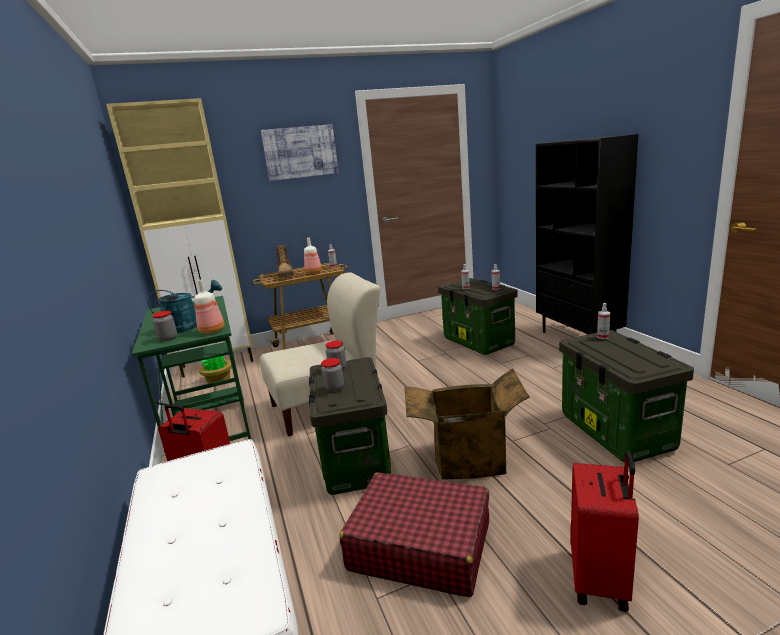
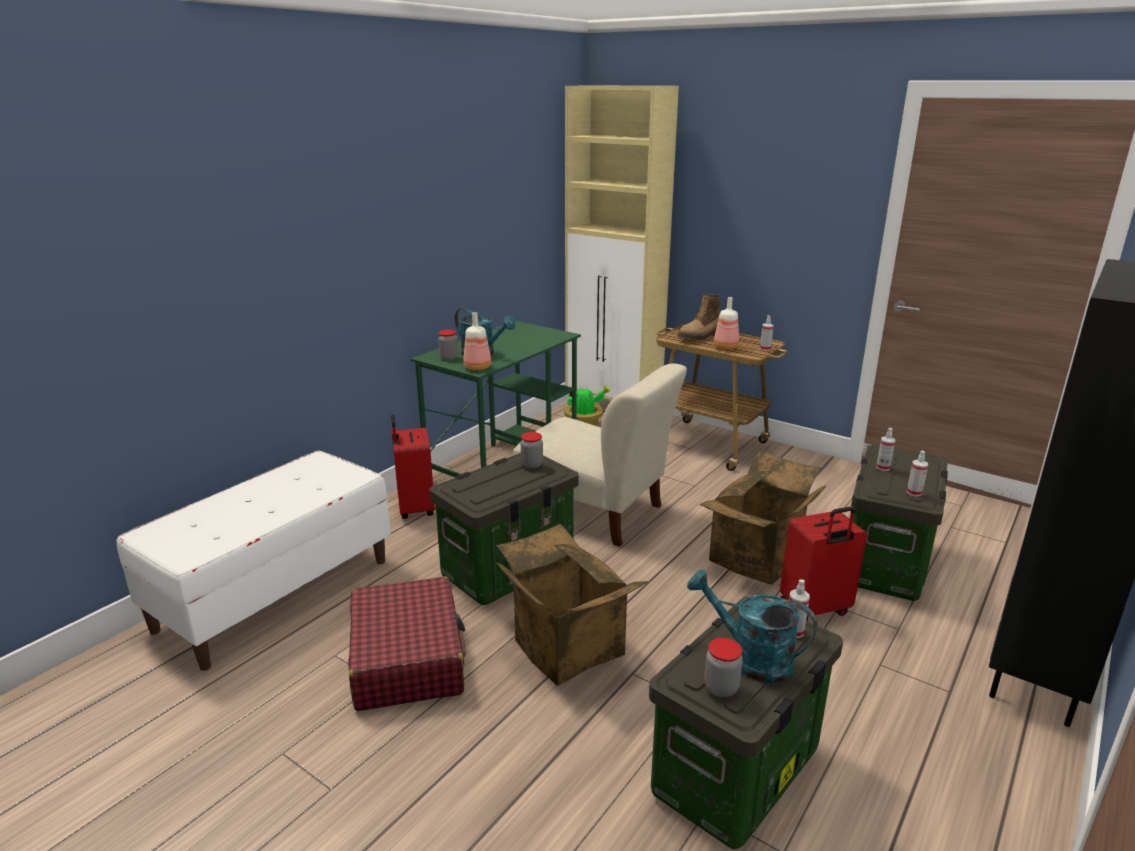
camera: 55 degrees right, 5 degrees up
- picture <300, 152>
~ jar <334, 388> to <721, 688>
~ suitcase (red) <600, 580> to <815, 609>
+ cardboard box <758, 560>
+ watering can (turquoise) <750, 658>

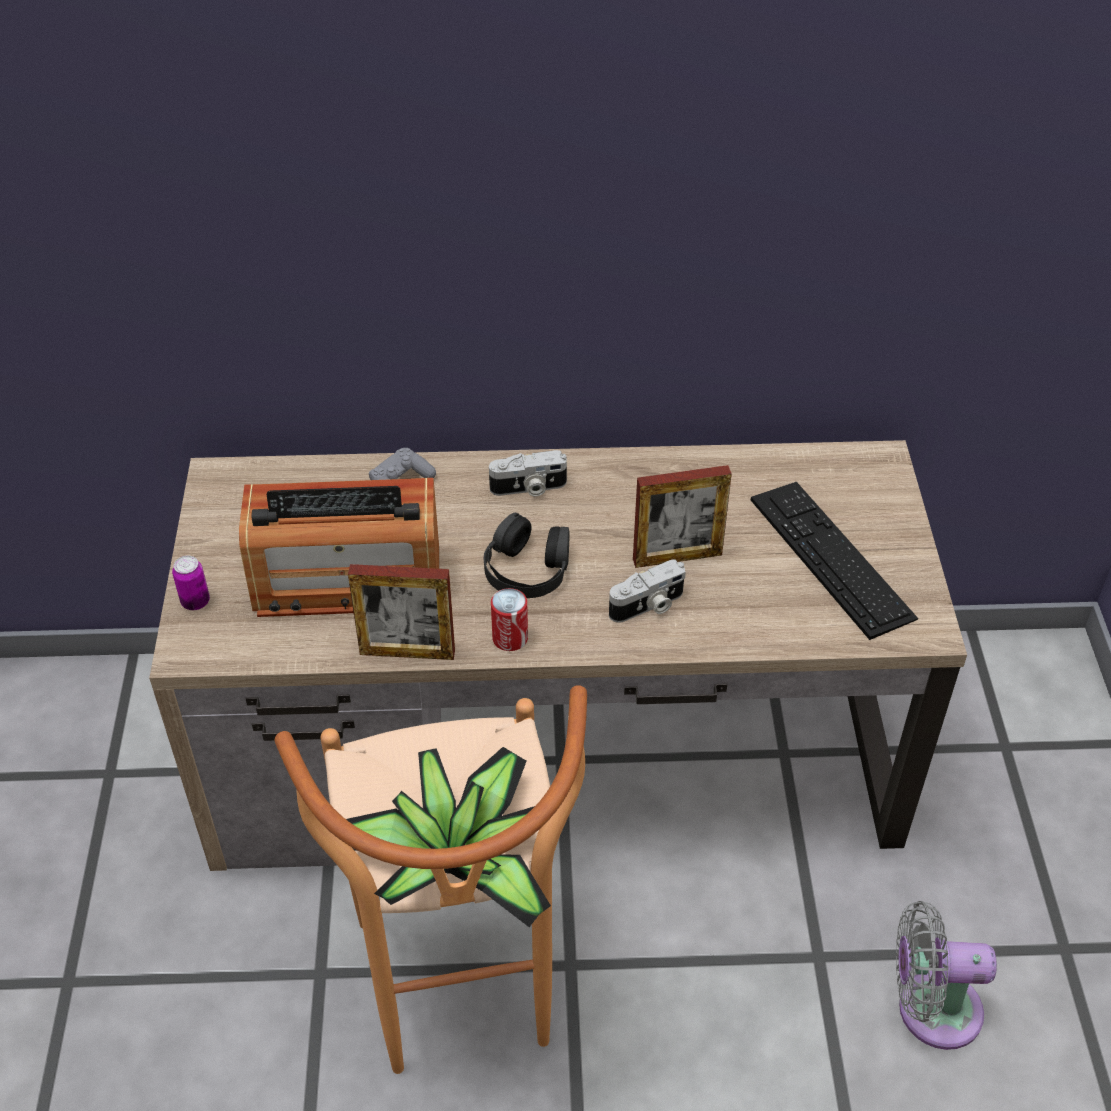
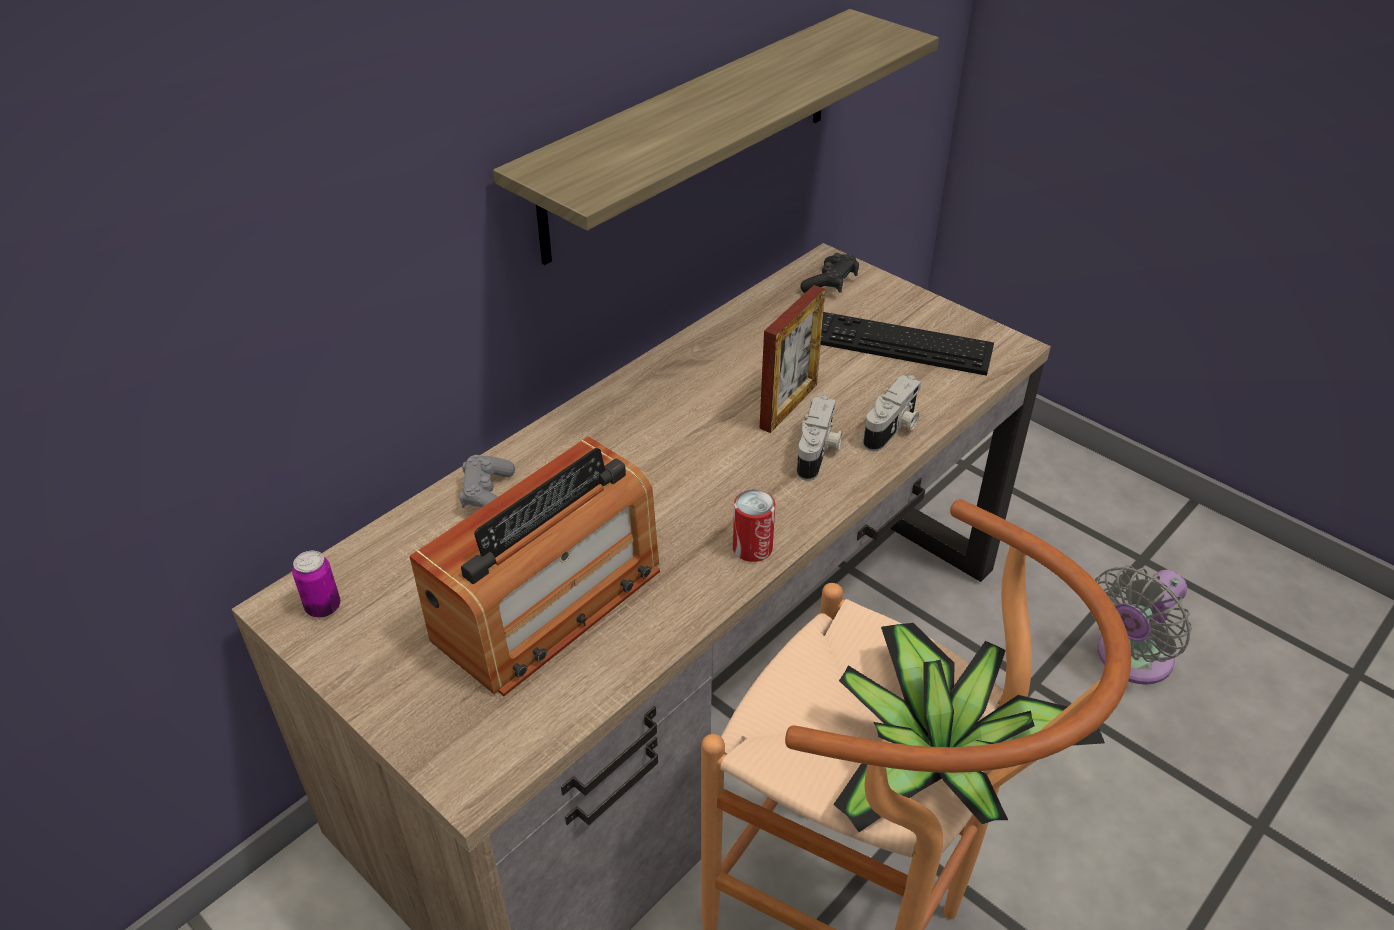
camera: 45 degrees left, 5 degrees down
~ photo camera <529, 488> to <893, 429>
- headphones (black) <527, 568>
~ can <195, 602> to <323, 607>
- picture frame <407, 652>
+ shelf <692, 133>
+ game controller (black) <830, 284>

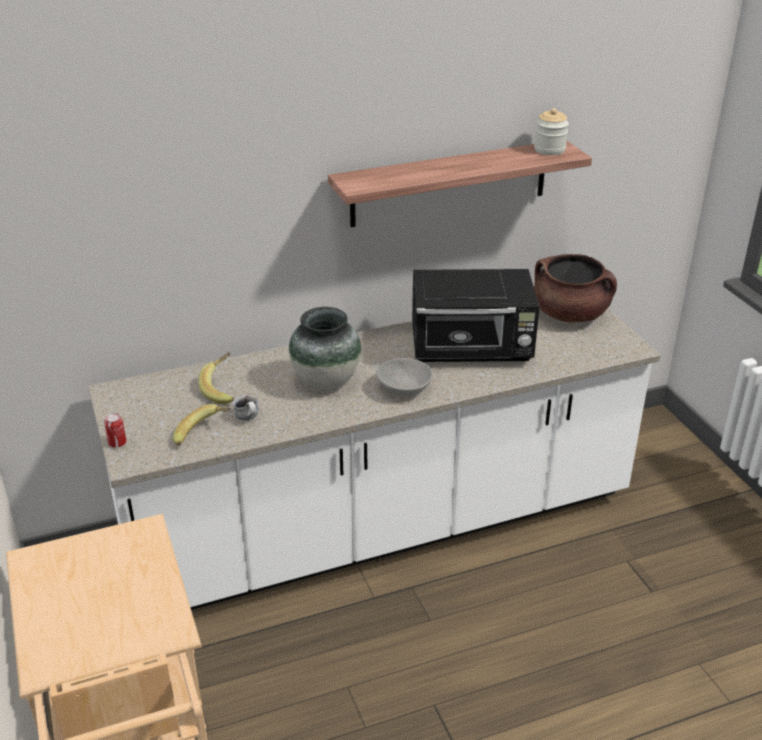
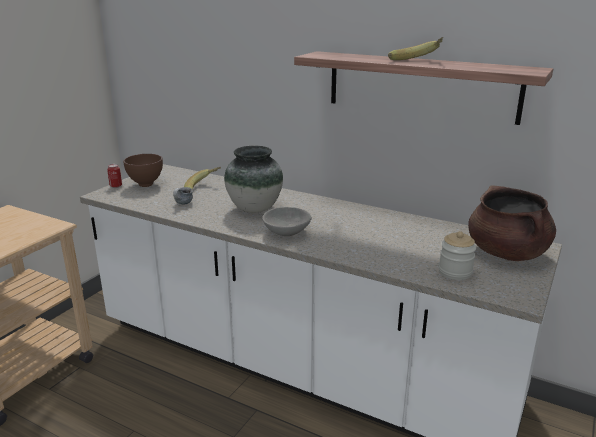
camera: 50 degrees right, 10 degrees down
~ jar <549, 150> to <455, 272>
- microwave (black) <472, 349>
~ banana <203, 435> to <416, 62>
+ bowl (brown) <147, 185>

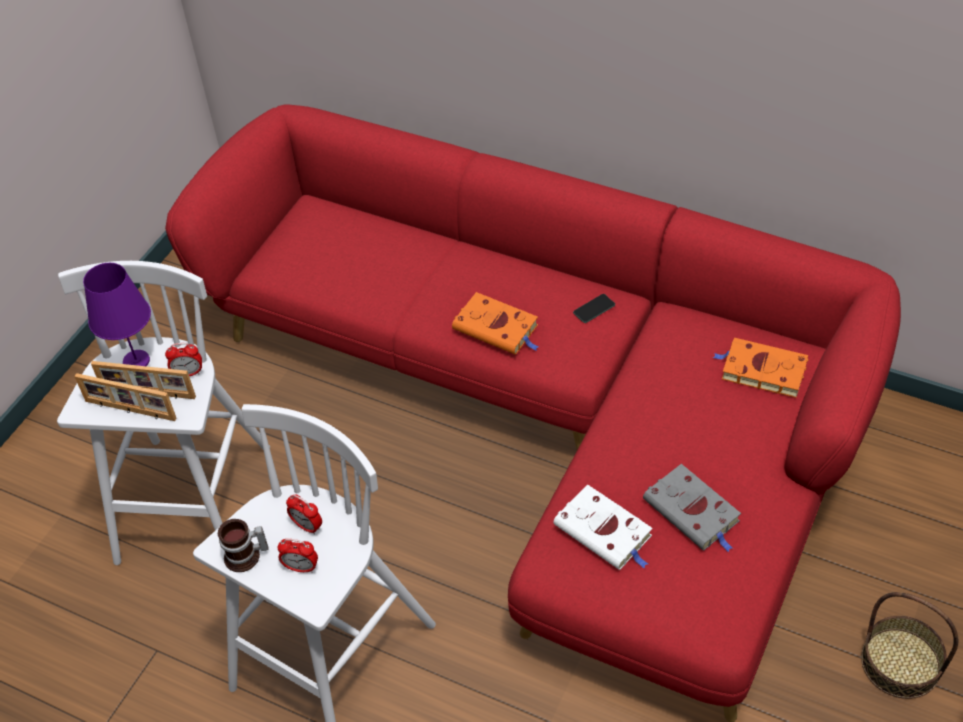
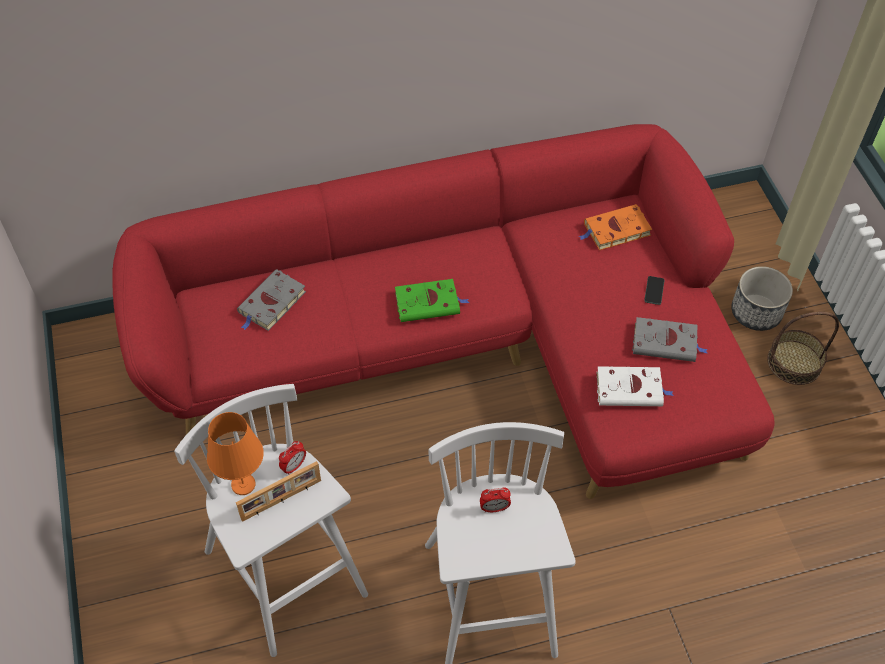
camera: 45 degrees left, 5 degrees up
~ table lamp (purple) <136, 360> to table lamp (orange) <243, 484>
~ book (orange) <498, 328> to book (green) <429, 303>
~ phone <594, 309> to <654, 290>
- picture frame <130, 411>
- mug <246, 557>
- alarm clock <301, 567>
+ planter <756, 312>
+ book (grey) <271, 304>

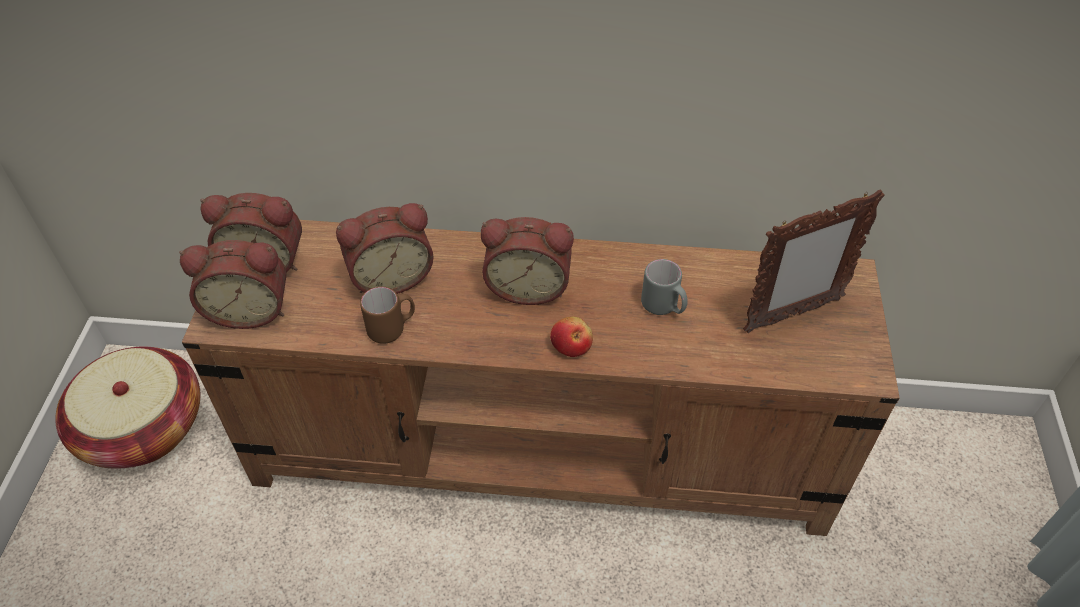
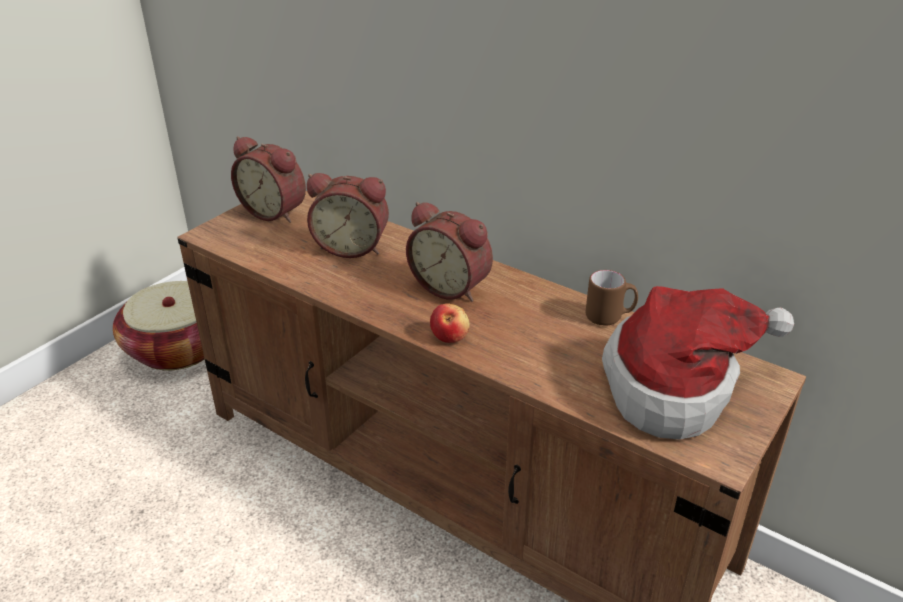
camera: 30 degrees right, 15 degrees down
~ picture frame <792, 315> to hat <677, 386>
- alarm clock <250, 309>
- mug (grey) <664, 307>
~ mug (brown) <392, 328> to <609, 317>

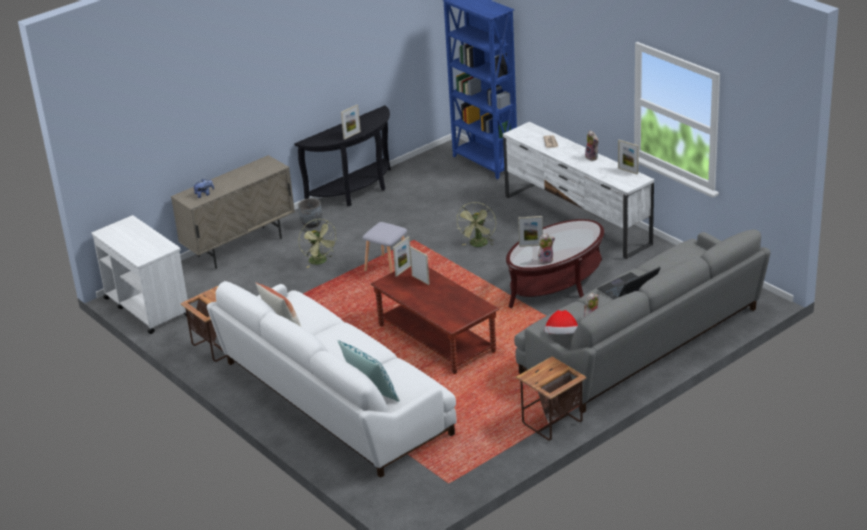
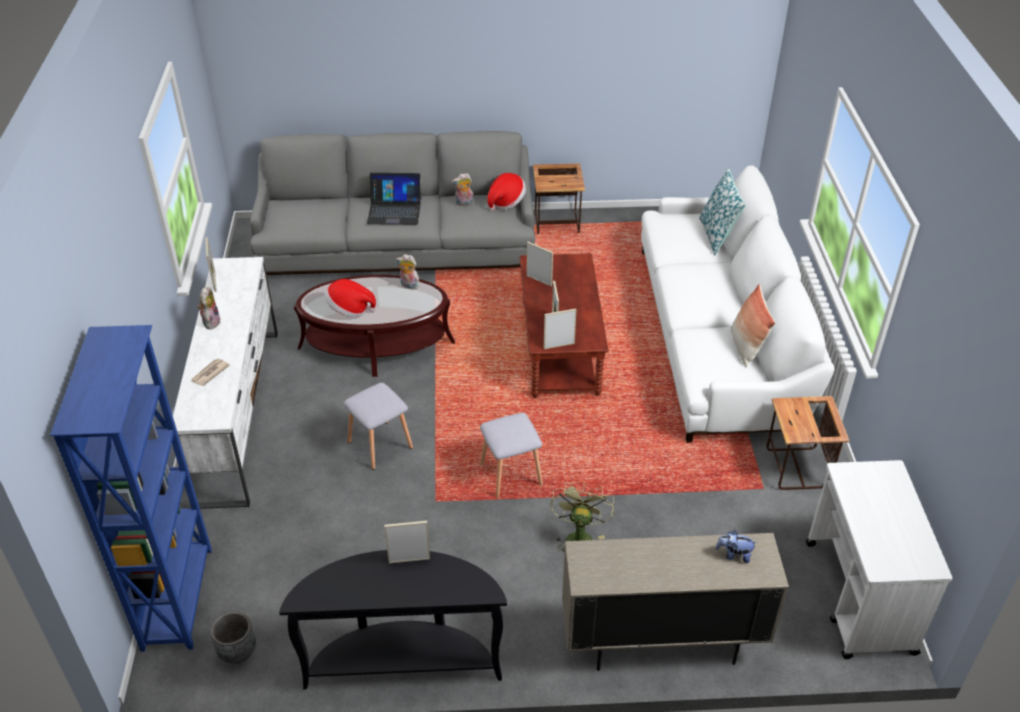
camera: 145 degrees left, 10 degrees up
~ planter (grey) <311, 224> to <237, 651>
~ fan (green) <478, 245> to stool (grey) <379, 444>
~ picture frame <531, 245> to <539, 280>
+ hat <349, 309>

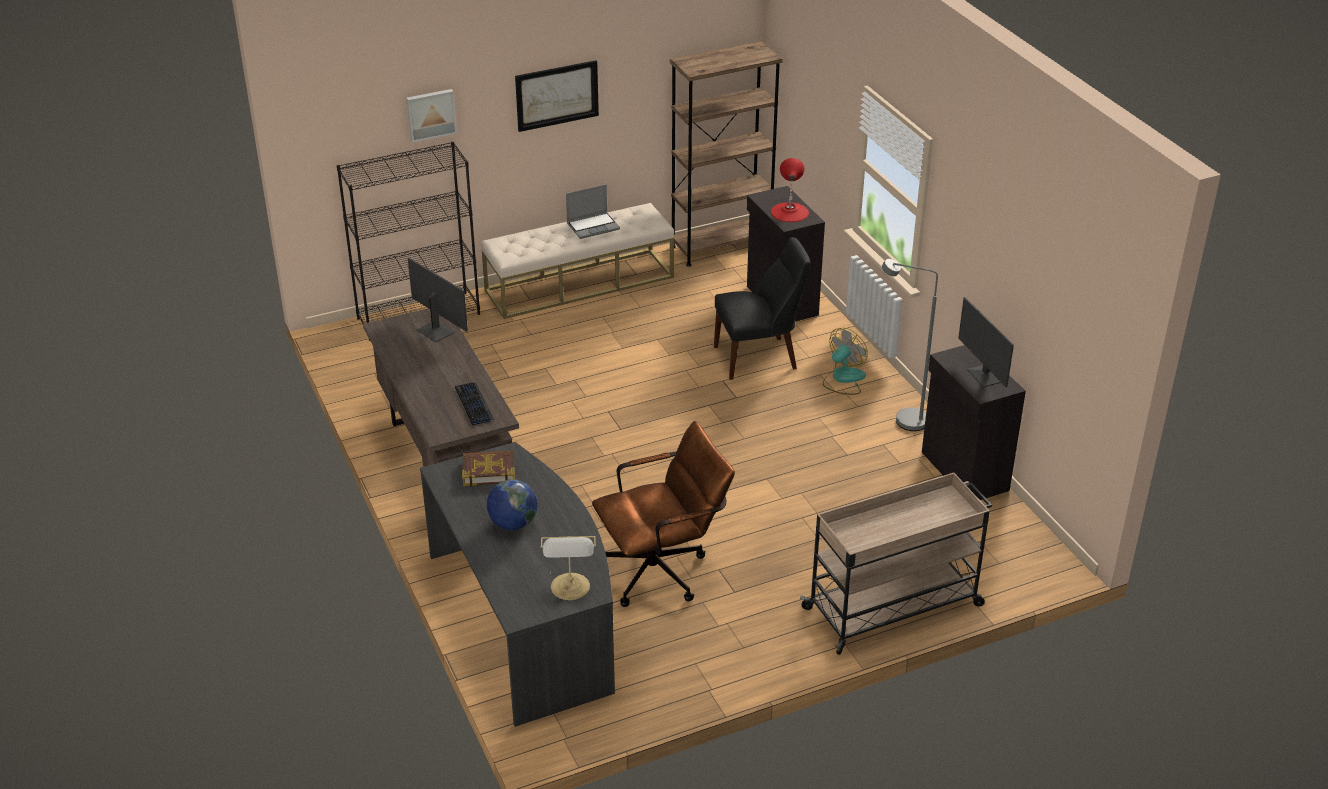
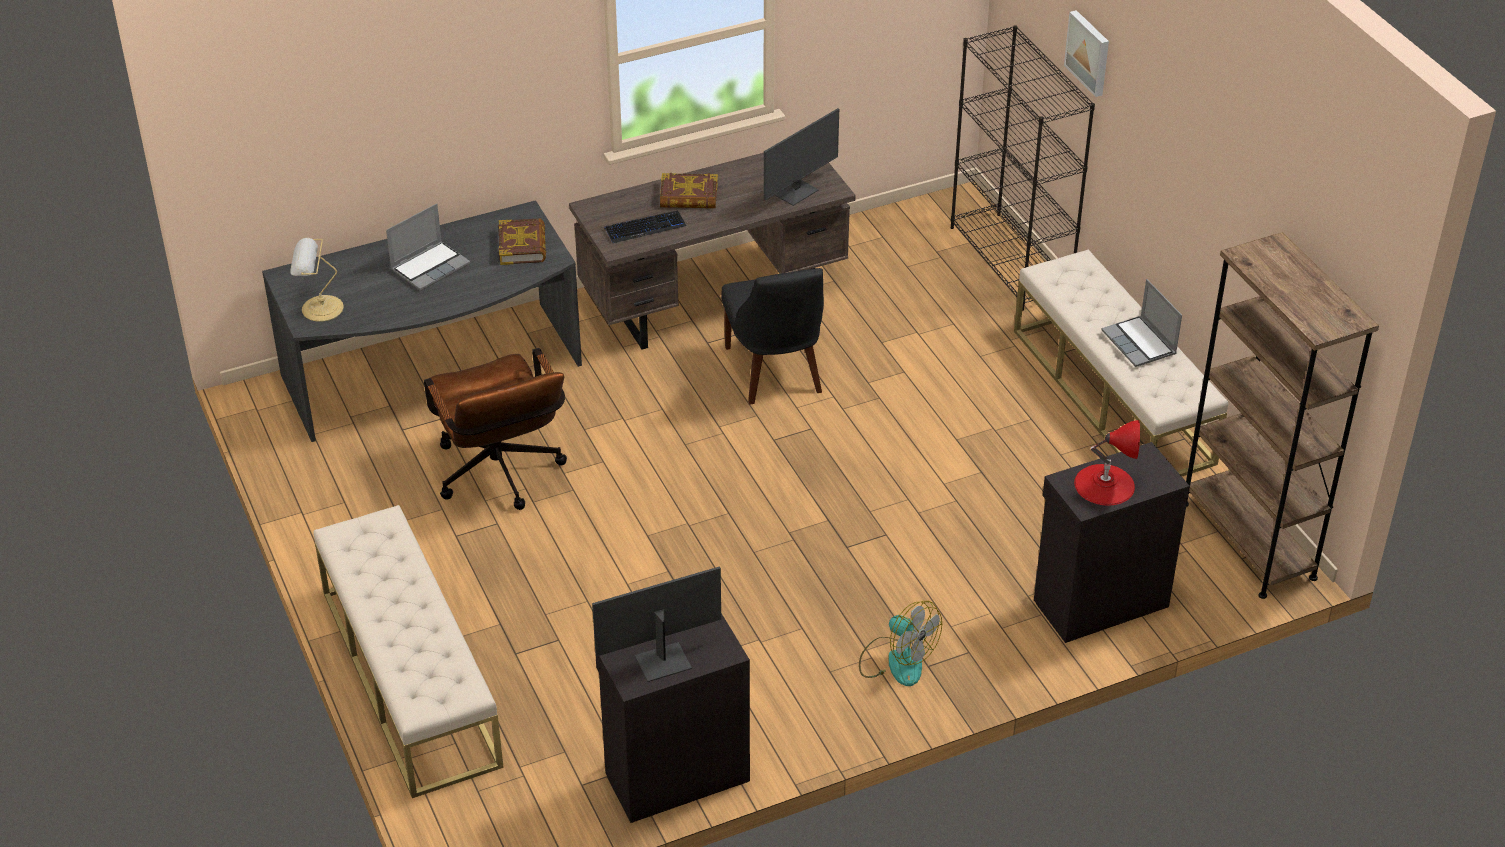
camera: 90 degrees right, 5 degrees up
- picture <556, 95>
~ chair (black) <759, 357> to <775, 373>
- floor lamp (grey) <902, 419>
~ cart (beige) <894, 606> to bench (beige) <409, 677>
~ globe <513, 523> to laptop <430, 266>
+ book <688, 196>

